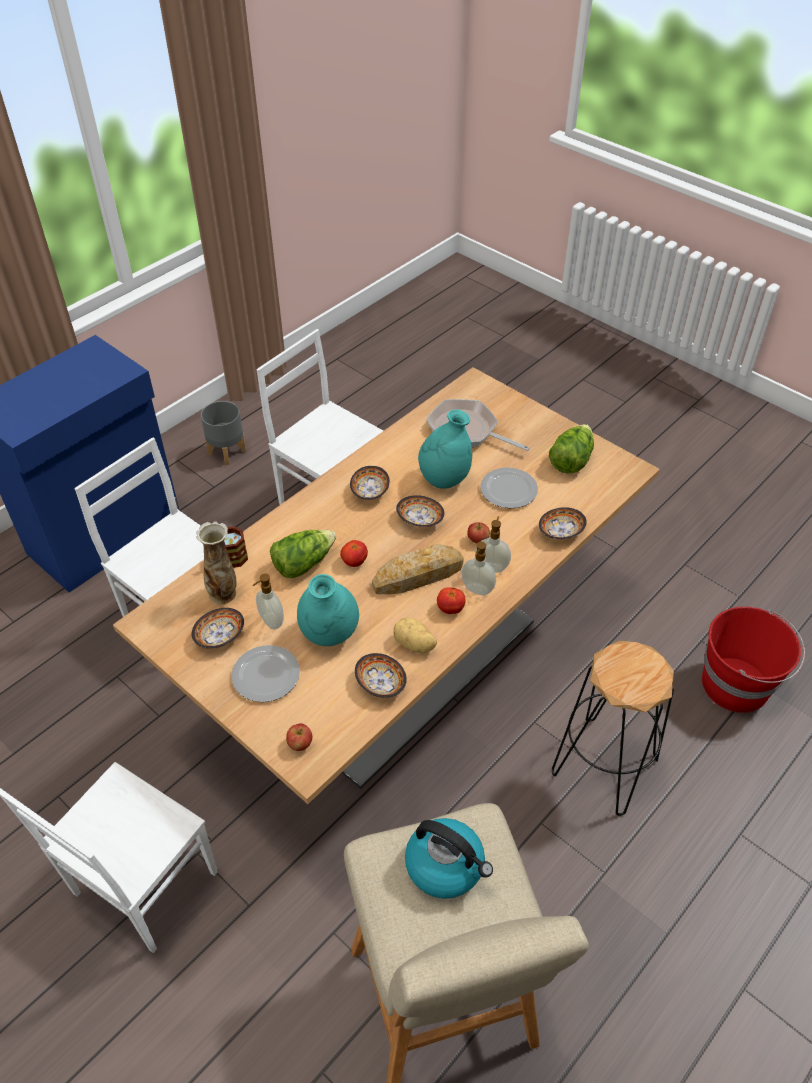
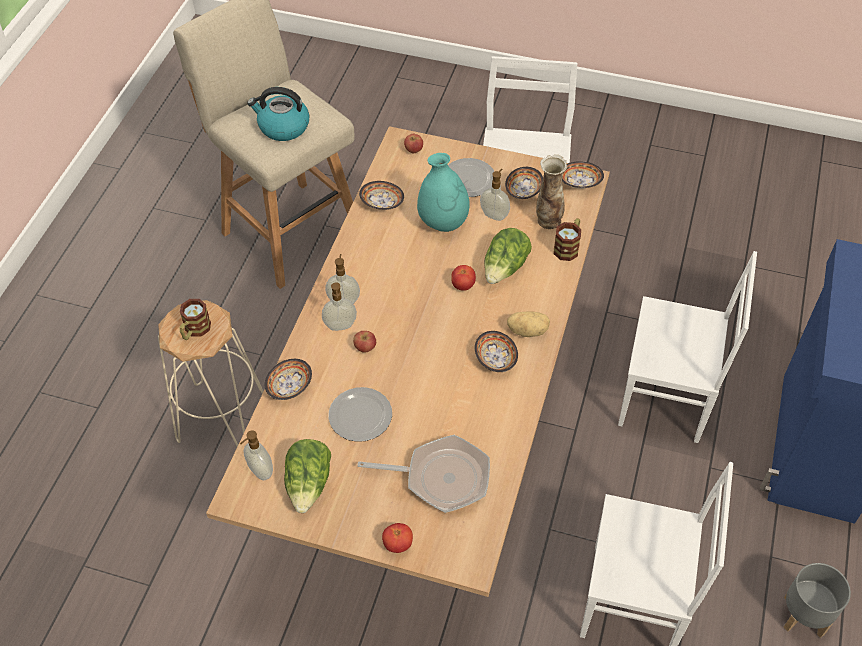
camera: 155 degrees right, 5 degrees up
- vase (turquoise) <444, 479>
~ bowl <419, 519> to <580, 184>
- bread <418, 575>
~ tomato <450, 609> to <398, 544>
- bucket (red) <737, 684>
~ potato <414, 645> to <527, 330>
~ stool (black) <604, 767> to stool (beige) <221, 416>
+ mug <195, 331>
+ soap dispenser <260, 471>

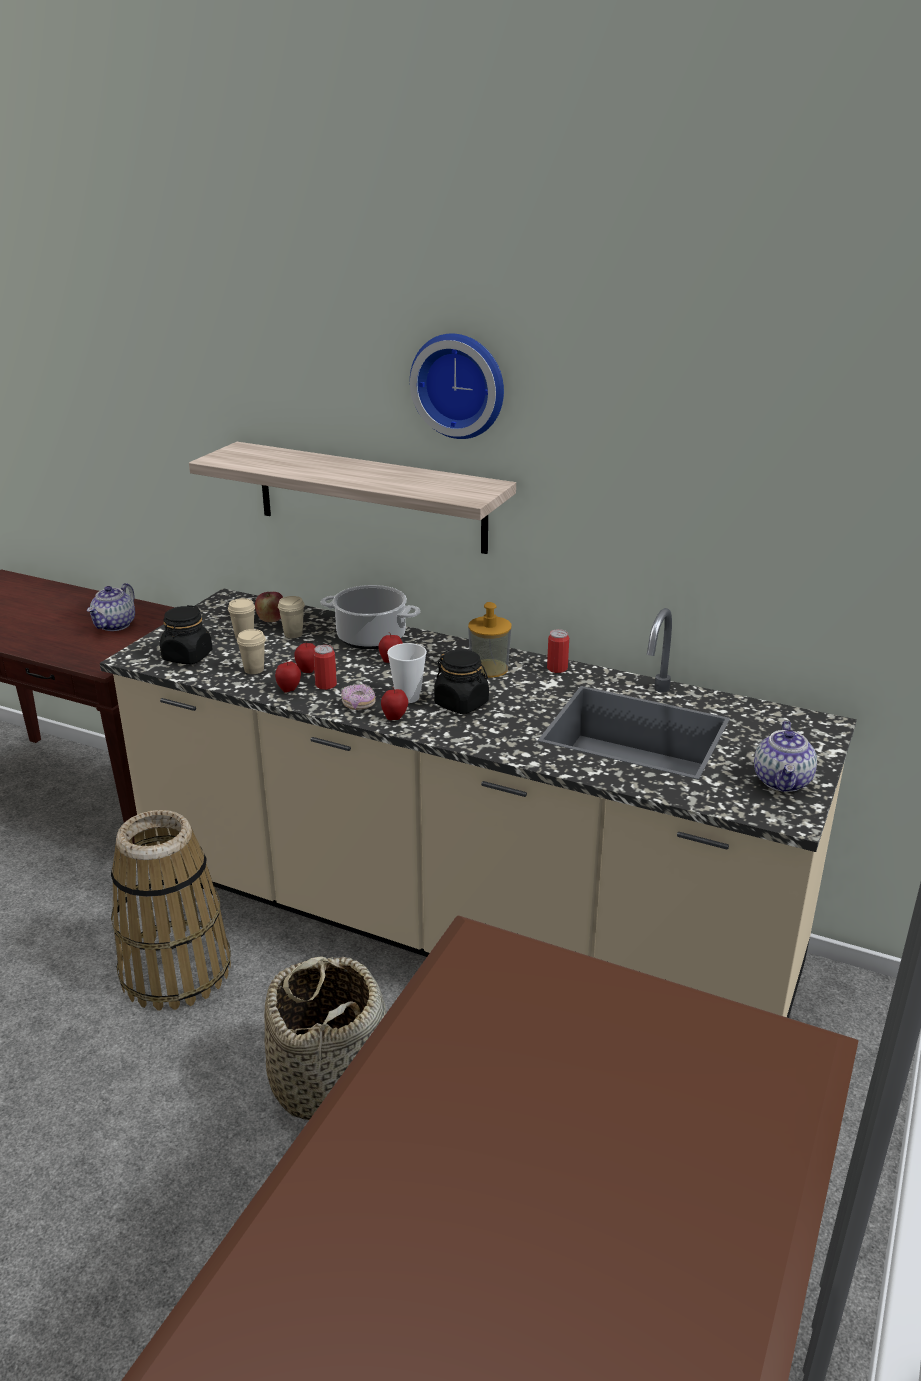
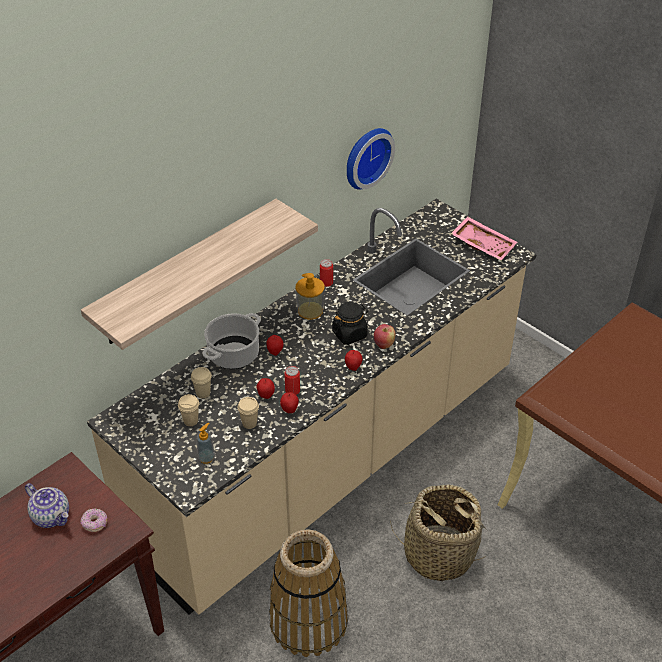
camera: 70 degrees left, 15 degrees up
~ wall clock <460, 385> to <365, 156>
~ apple <271, 620> to <384, 344>
~ jar (black) <187, 657> to soap dispenser <206, 458>
- cup <408, 697>
~ donut <358, 704> to <95, 523>
~ teapot <783, 781> to tray (pink) <483, 244>

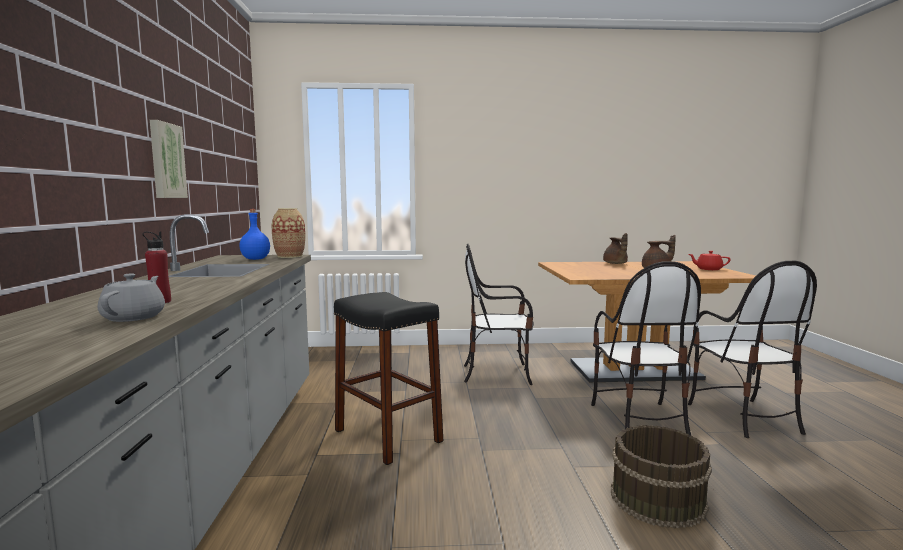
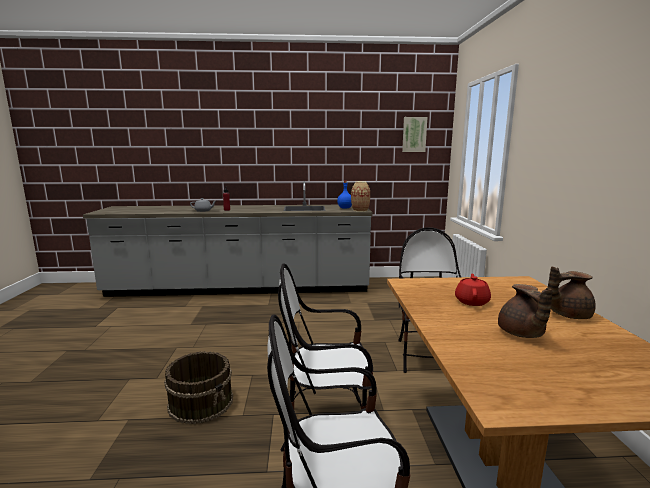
camera: 90 degrees right, 5 degrees up
~ picture <166, 161> to <414, 134>
~ teapot (red) <708, 269> to <472, 301>
- stool (black) <387, 435>

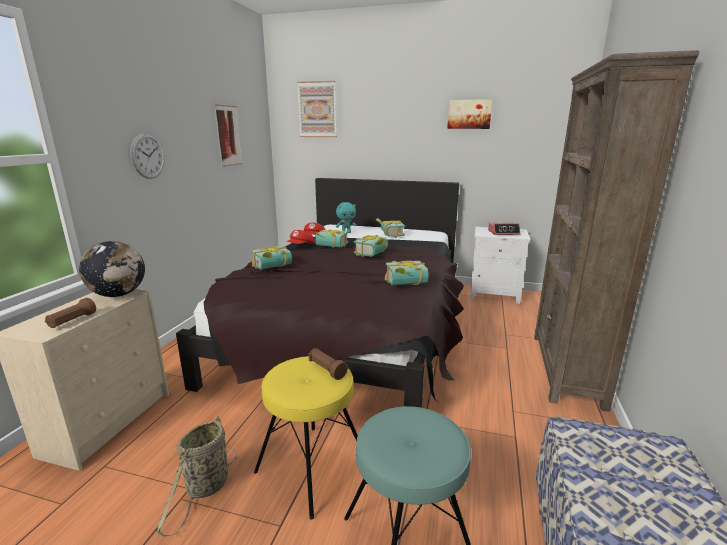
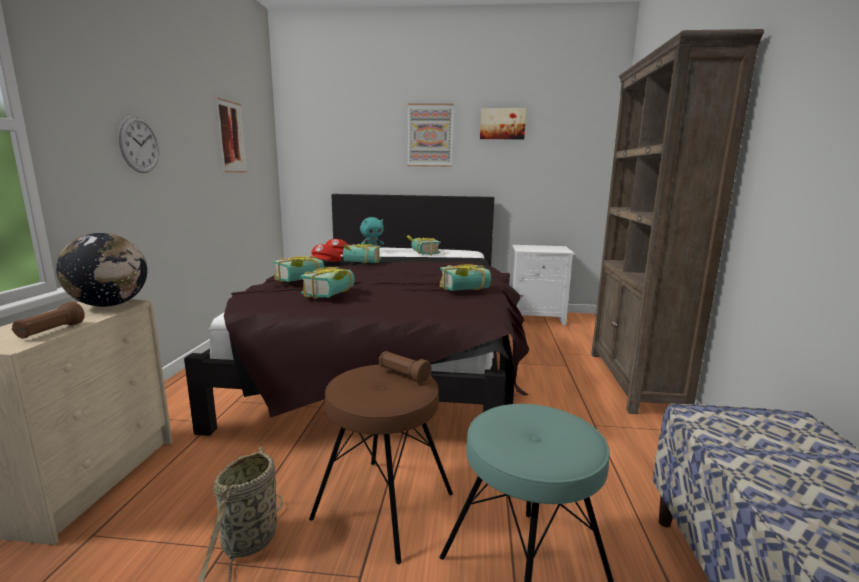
camera: 10 degrees left, 5 degrees down
~ picture <317, 109> to <430, 135>
- alarm clock <503, 232>
~ book <374, 254> to <333, 294>
~ stool (yellow) <312, 468> to stool (brown) <384, 506>

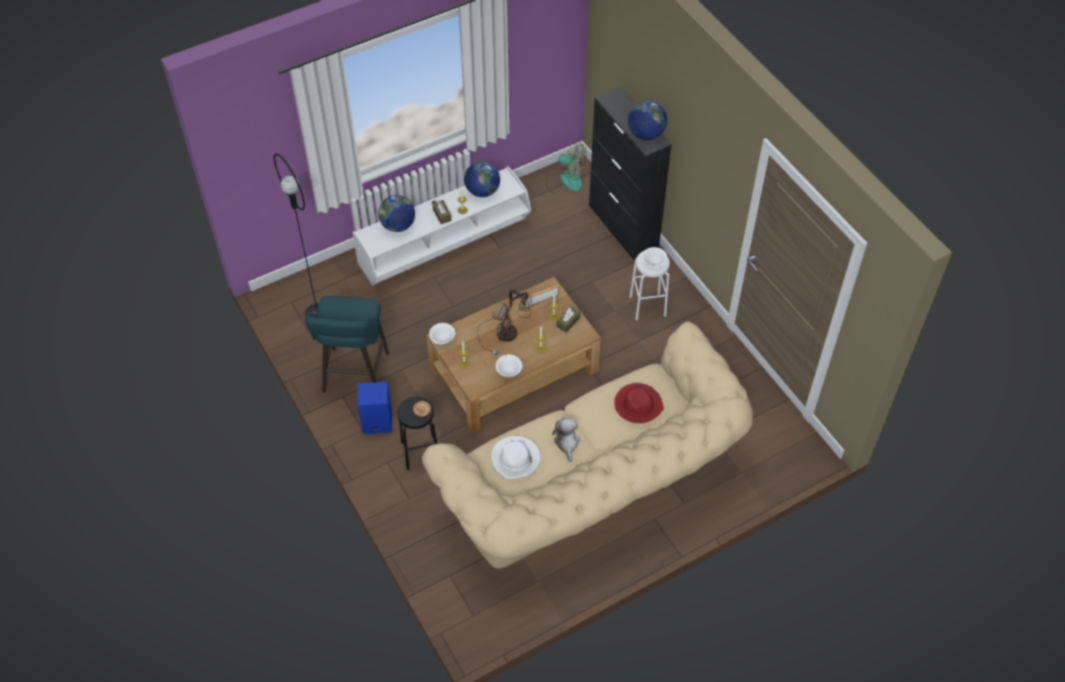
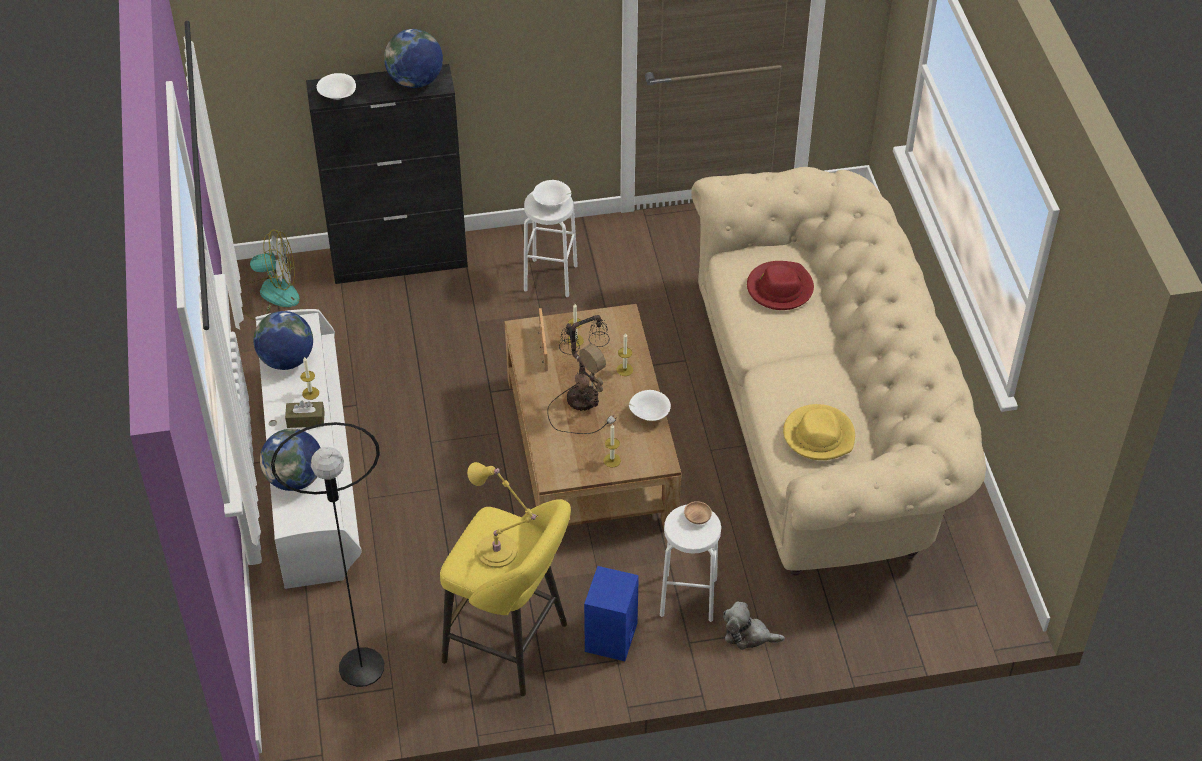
camera: 70 degrees left, 5 degrees down
~ fan <565, 179> = <269, 294> 45 degrees clockwise
~ stool (turquoise) <355, 376> to stool (yellow) <511, 645>
- tissue box (brown) <568, 322>
~ bowl (white) <442, 339> to <338, 97>
~ stool (black) <420, 452> to stool (white) <688, 597>
~ plush toy <567, 443> to <748, 635>
~ hat (white) <516, 459> to hat (yellow) <819, 435>
+ table lamp (yellow) <500, 552>

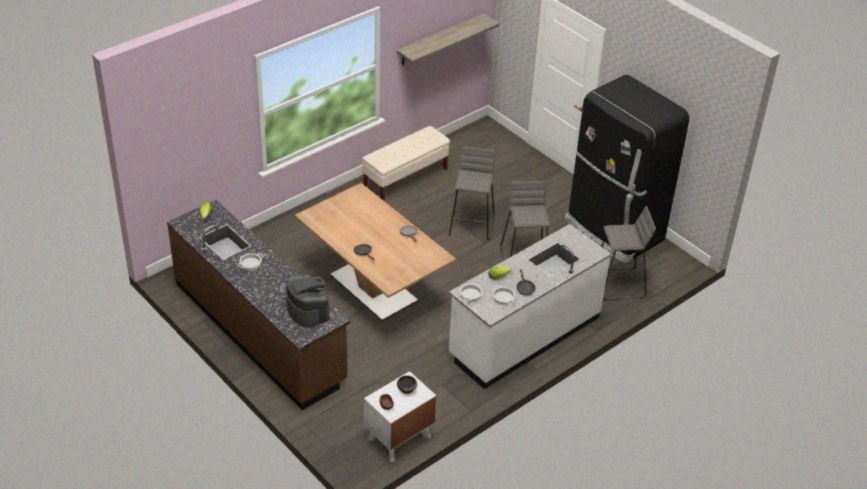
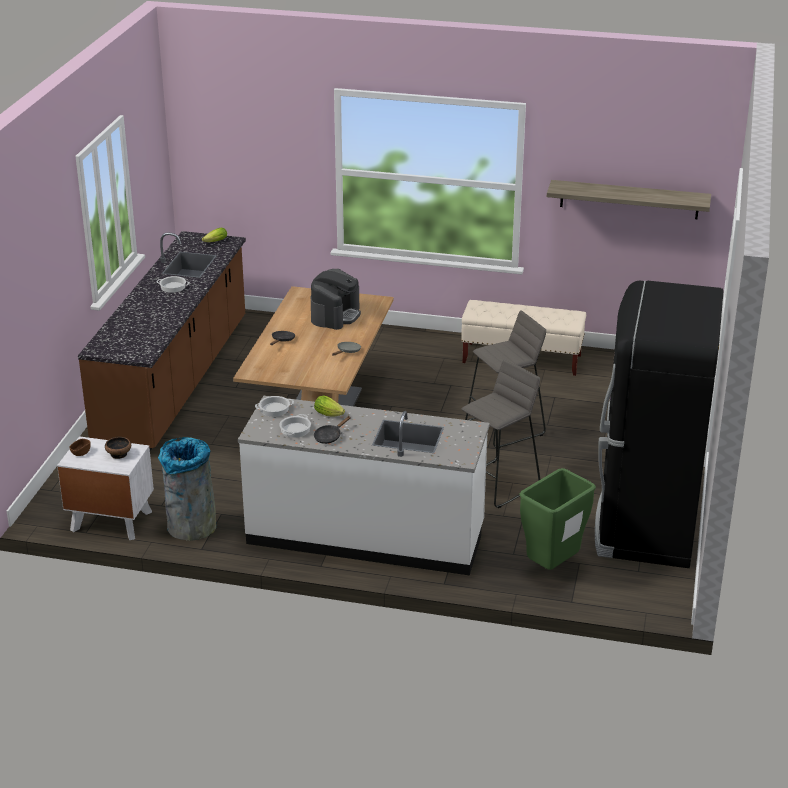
camera: 55 degrees right, 10 degrees down
~ stool (grey) <619, 284> to trash can (green) <552, 566>
~ coffee machine <307, 310> to <335, 315>
+ trash can (grey) <191, 527>

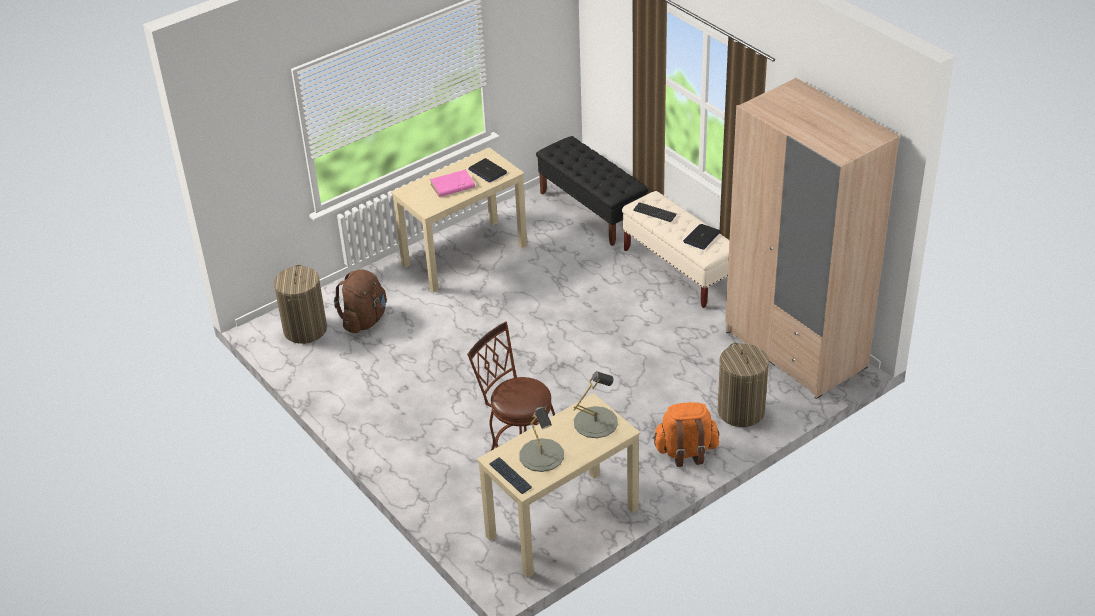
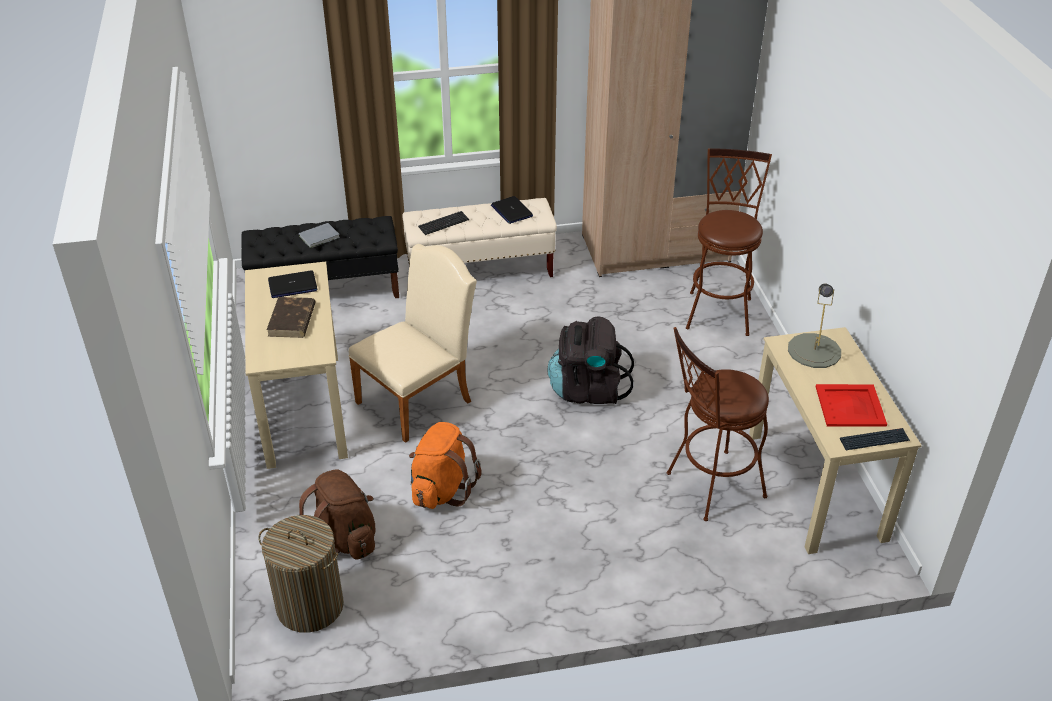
camera: 65 degrees left, 0 degrees up
~ book (pink) <452, 186> to book (brown) <292, 320>
~ laundry basket <741, 411> to stool (brown) <719, 309>
~ backpack (orange) <686, 452> to <442, 490>
~ table lamp (grey) <541, 455> to tray (red) <849, 405>
+ book (grey) <320, 237>
+ chair (beige) <419, 398>
+ backpack (black) <588, 390>

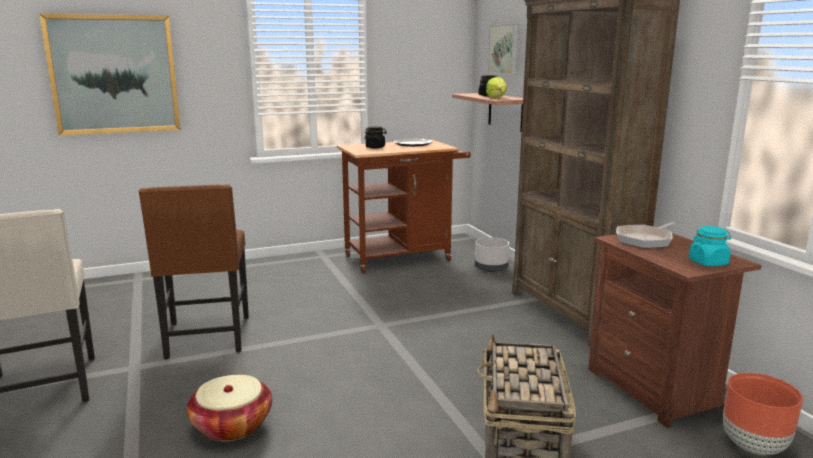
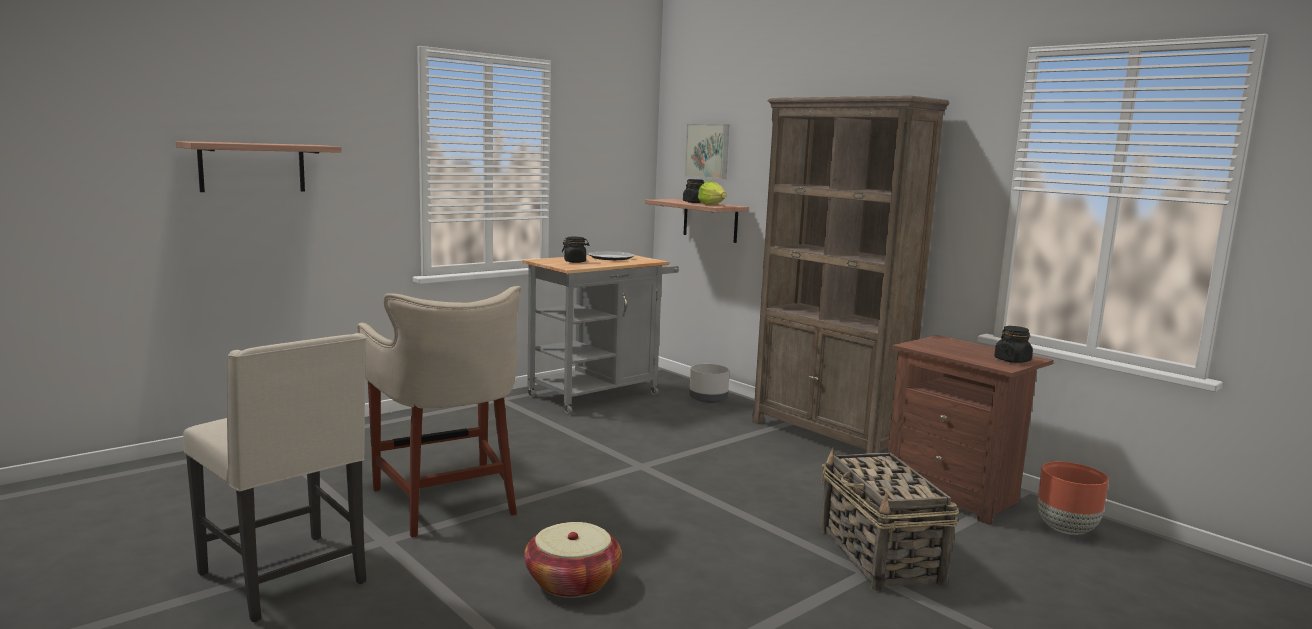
camera: 20 degrees left, 5 degrees down
~ picture <114, 74> to shelf <252, 167>
~ cart (brown) <404, 257> to cart (grey) <600, 394>
~ chair (brown) <207, 338> to stool (beige) <446, 500>
- frying pan <645, 240>
~ jar (turquoise) <708, 262> to jar (black) <1012, 360>

